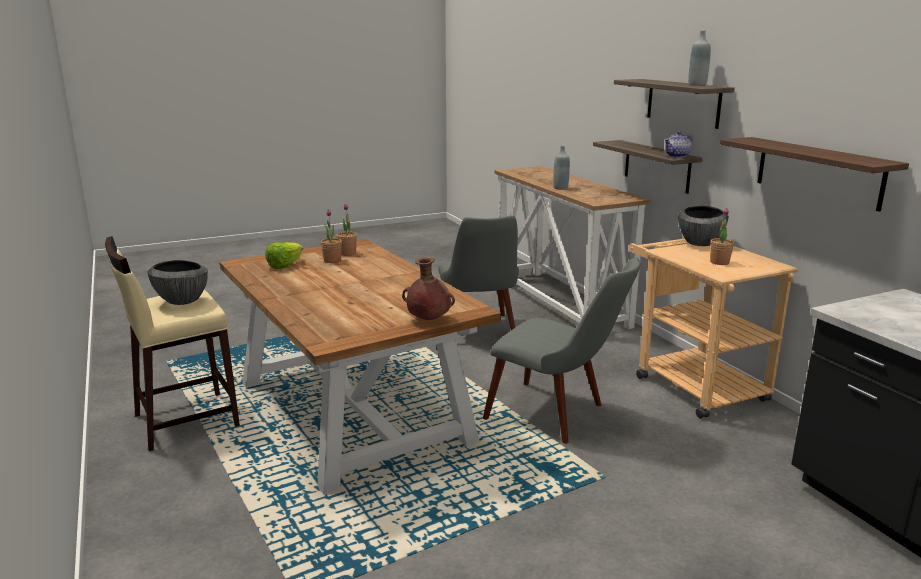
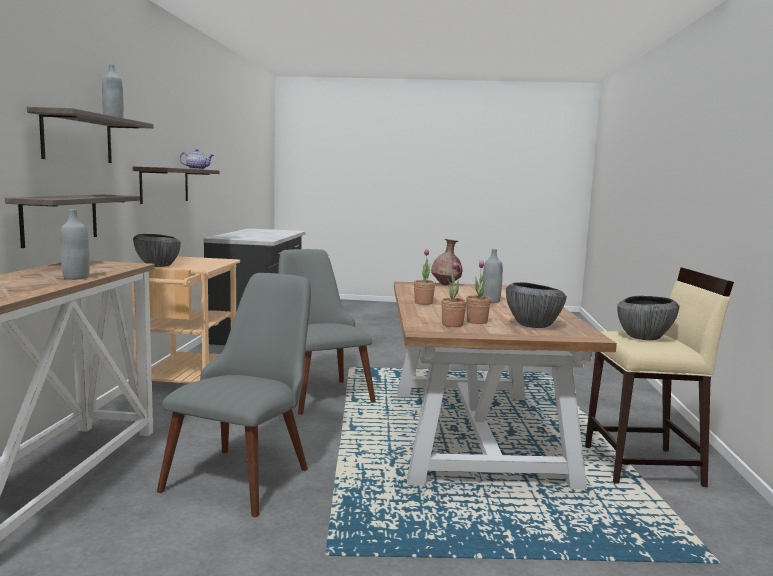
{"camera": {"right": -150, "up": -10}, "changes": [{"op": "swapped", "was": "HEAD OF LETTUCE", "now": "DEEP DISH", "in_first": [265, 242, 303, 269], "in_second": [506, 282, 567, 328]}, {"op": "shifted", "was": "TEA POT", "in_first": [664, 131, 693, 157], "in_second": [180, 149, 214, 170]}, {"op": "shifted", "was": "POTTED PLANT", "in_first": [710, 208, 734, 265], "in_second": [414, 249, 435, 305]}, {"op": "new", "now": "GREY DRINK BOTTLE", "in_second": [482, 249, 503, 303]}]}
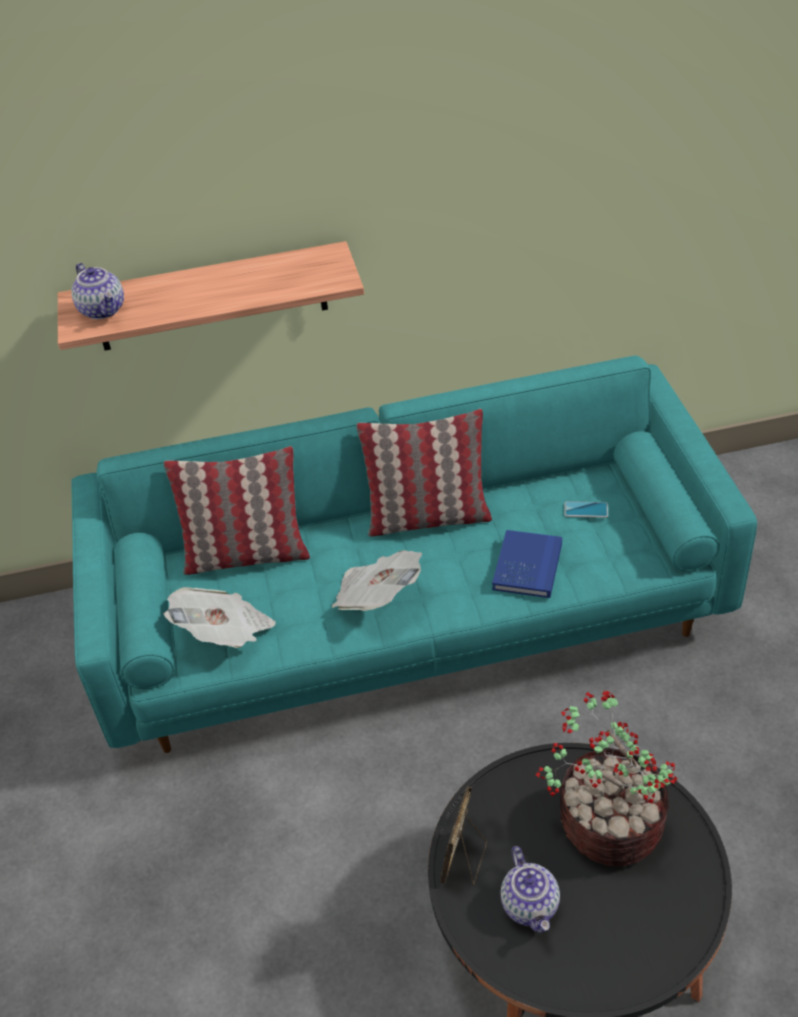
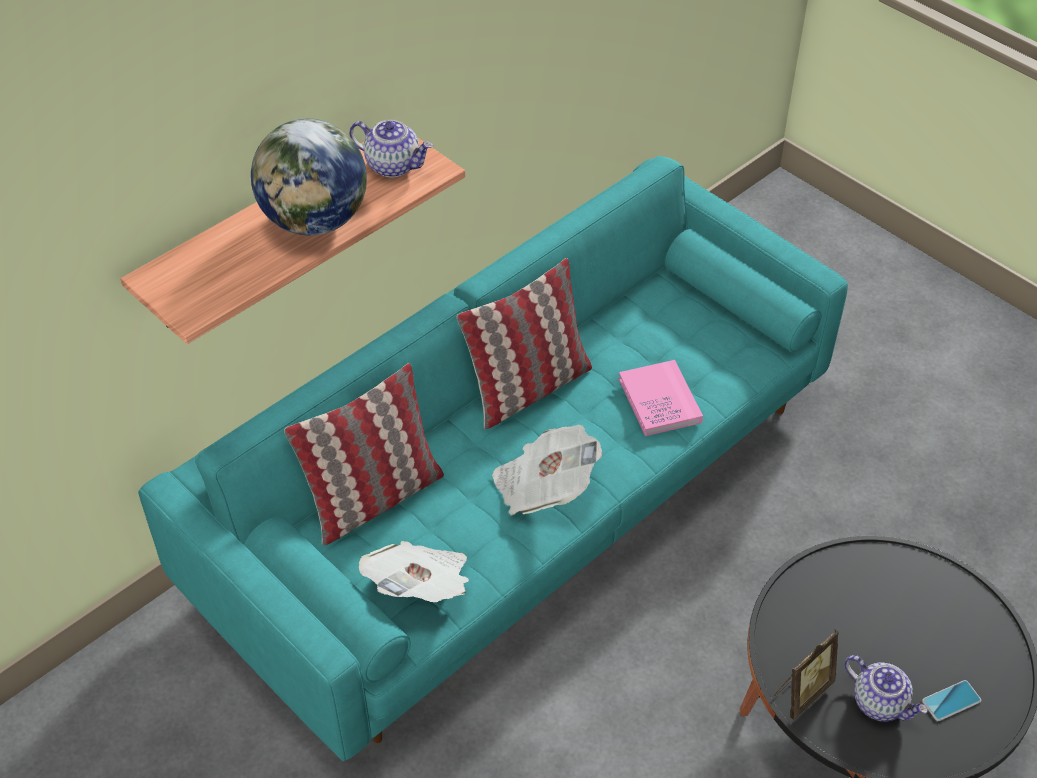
{"camera": {"right": -35, "up": 5}, "changes": [{"op": "shifted", "was": "TEA POT", "in_first": [71, 263, 124, 319], "in_second": [349, 120, 433, 177]}, {"op": "rotated", "was": "STANDING FRAME", "in_first": [440, 787, 487, 885], "in_second": [774, 630, 839, 720], "clockwise": -120}, {"op": "repainted", "was": "BLUE VOLUME", "now": "PINKISH VOLUME", "in_first": [492, 530, 562, 598], "in_second": [619, 360, 703, 436]}, {"op": "gone", "was": "POTTED PLANT", "in_first": [536, 690, 677, 866]}, {"op": "shifted", "was": "PHONE", "in_first": [564, 501, 608, 518], "in_second": [922, 680, 981, 721]}, {"op": "new", "now": "WORLD GLOBE", "in_second": [251, 119, 367, 236]}]}
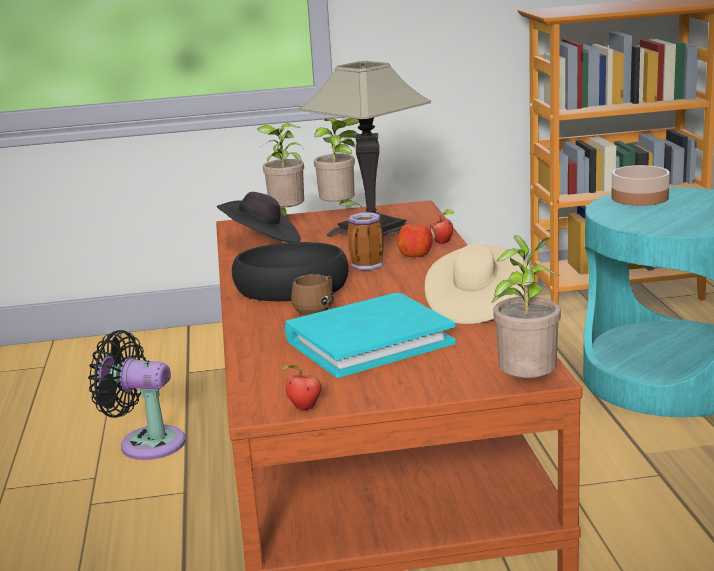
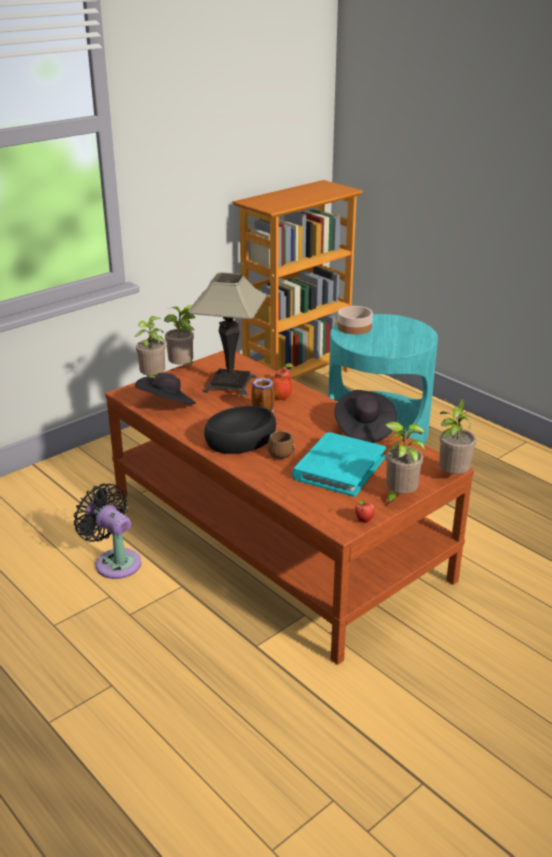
{"camera": {"right": -35, "up": 10}, "changes": [{"op": "rotated", "was": "BLACKISH ELECTRIC FAN", "in_first": [88, 330, 186, 460], "in_second": [74, 484, 141, 579], "clockwise": 60}, {"op": "repainted", "was": "BEIGE-COLOURED WEARABLE HAT", "now": "BLACKISH WEARABLE HAT", "in_first": [425, 244, 530, 324], "in_second": [335, 390, 397, 443]}, {"op": "new", "now": "POTTED PLANT", "in_second": [385, 422, 425, 505]}]}
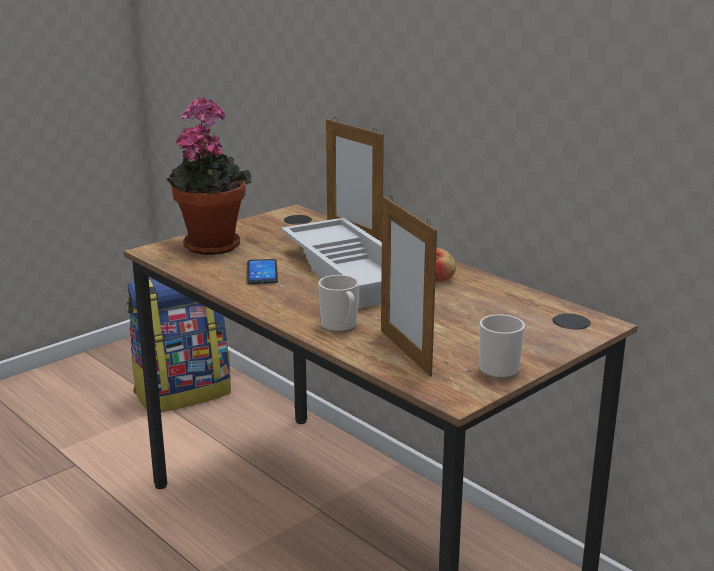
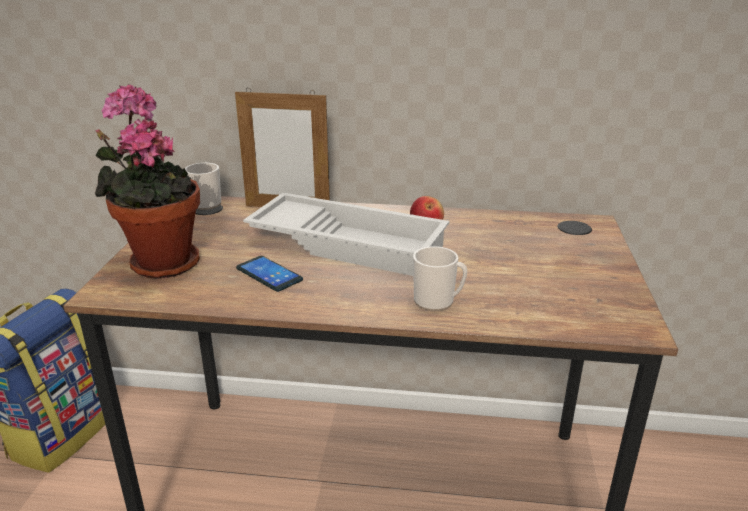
{"camera": {"right": -40, "up": 5}, "changes": [{"op": "gone", "was": "STANDING FRAME", "in_first": [381, 196, 437, 377]}, {"op": "shifted", "was": "MUG", "in_first": [479, 314, 525, 379], "in_second": [185, 163, 221, 210]}]}
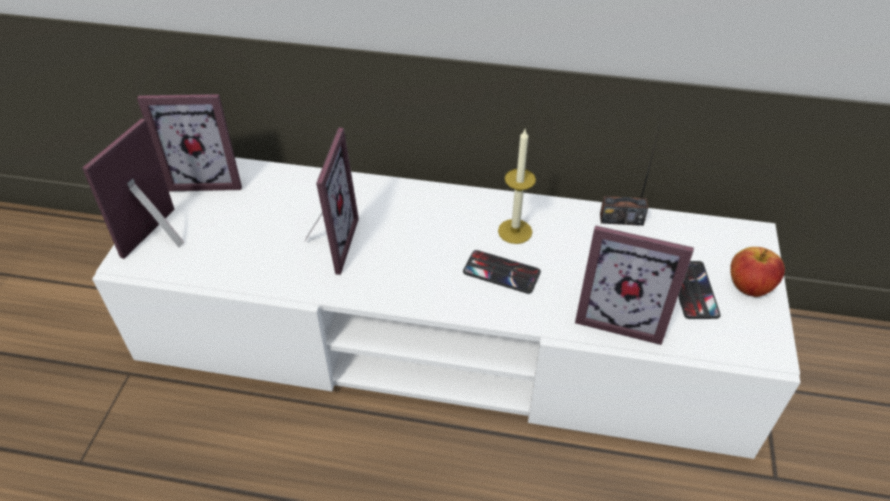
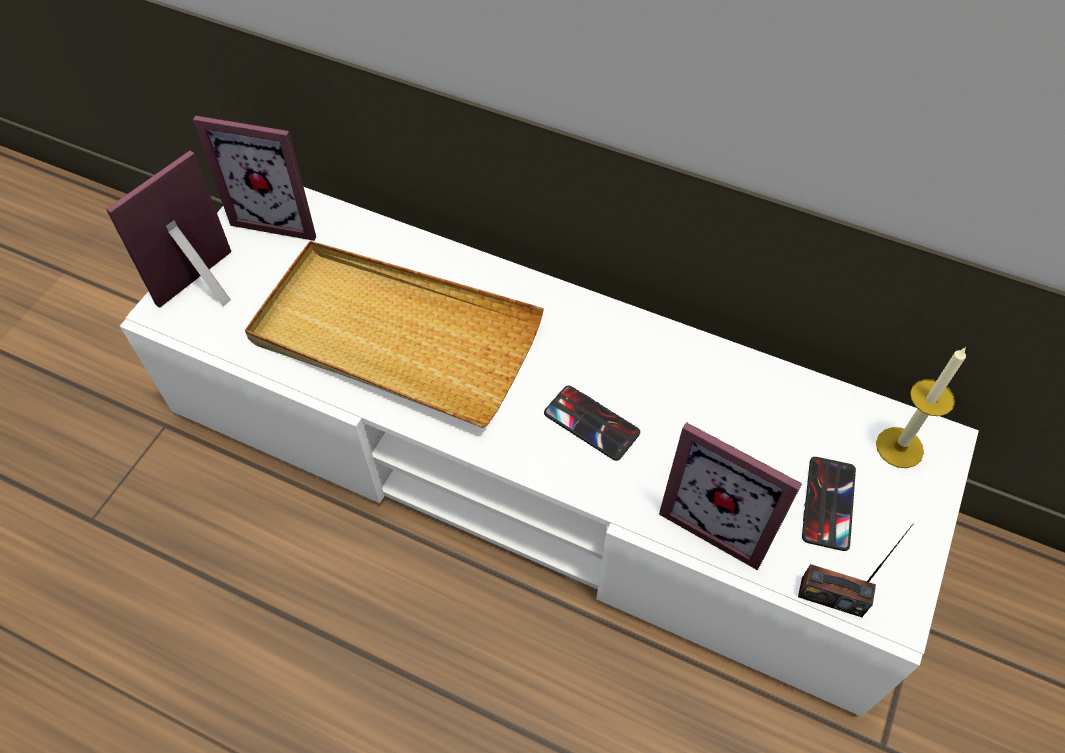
{"camera": {"right": 15, "up": 10}, "changes": [{"op": "swapped", "was": "STANDING FRAME", "now": "BEIGE-COLOURED TRAY", "in_first": [305, 127, 359, 275], "in_second": [245, 241, 544, 428]}, {"op": "shifted", "was": "WAX LIGHT", "in_first": [498, 129, 536, 244], "in_second": [876, 347, 966, 468]}, {"op": "shifted", "was": "RADIO", "in_first": [600, 126, 660, 226], "in_second": [798, 523, 914, 617]}, {"op": "gone", "was": "APPLE FRUIT", "in_first": [730, 247, 785, 297]}]}
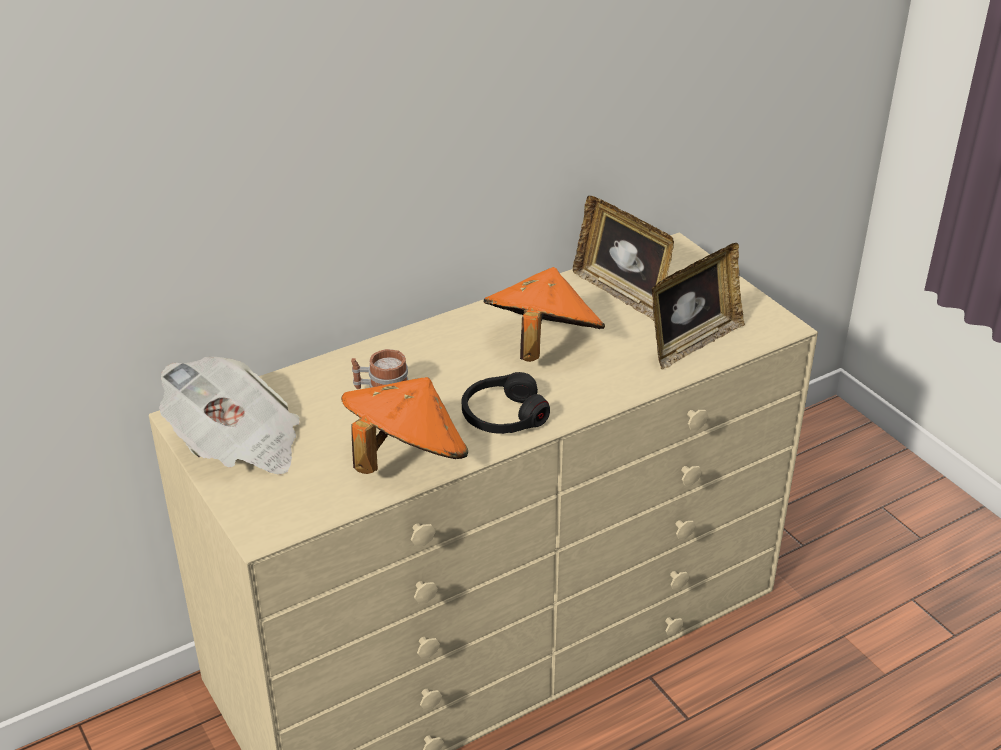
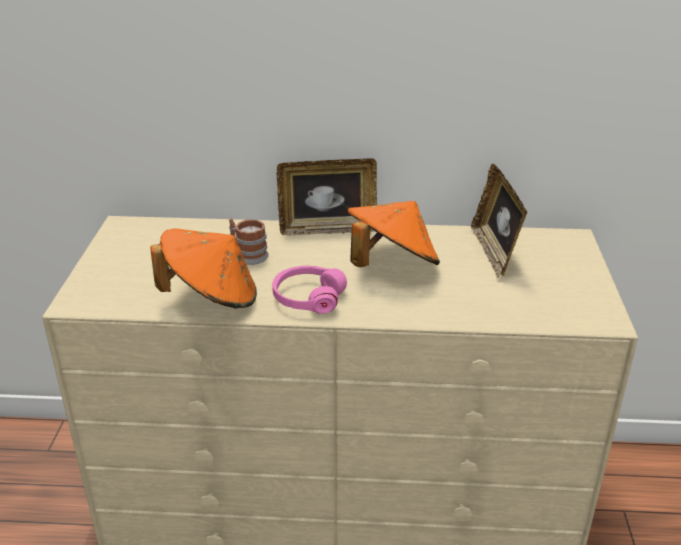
{"camera": {"right": 35, "up": -5}, "changes": [{"op": "gone", "was": "PRINTED PAPER", "in_first": [159, 357, 300, 474]}, {"op": "repainted", "was": "BLACKISH HEADPHONES", "now": "PINKISH HEADPHONES", "in_first": [462, 372, 550, 434], "in_second": [272, 266, 347, 314]}, {"op": "shifted", "was": "STANDING FRAME", "in_first": [652, 243, 745, 370], "in_second": [276, 158, 377, 236]}]}
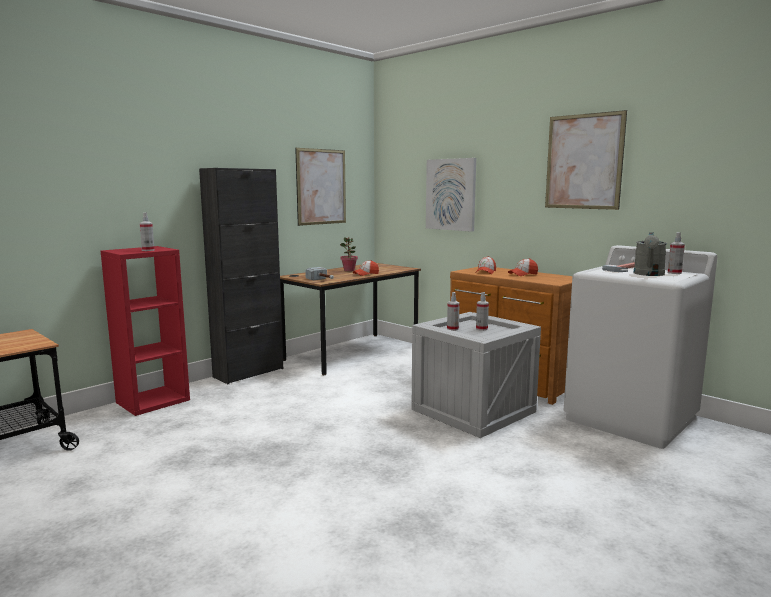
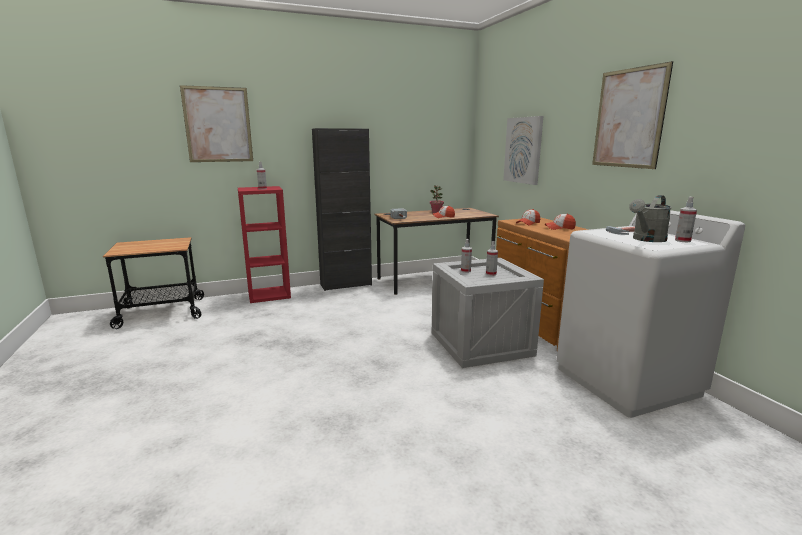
{"camera": {"right": 25, "up": 5}, "changes": [{"op": "shifted", "was": "WALL PICTURE", "in_first": [295, 148, 346, 226], "in_second": [180, 85, 253, 162]}]}
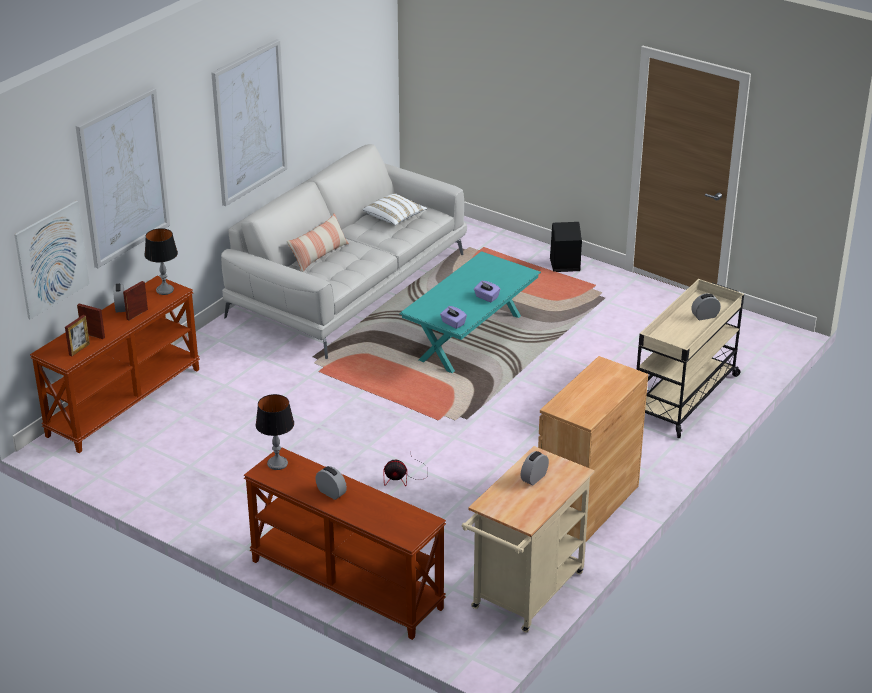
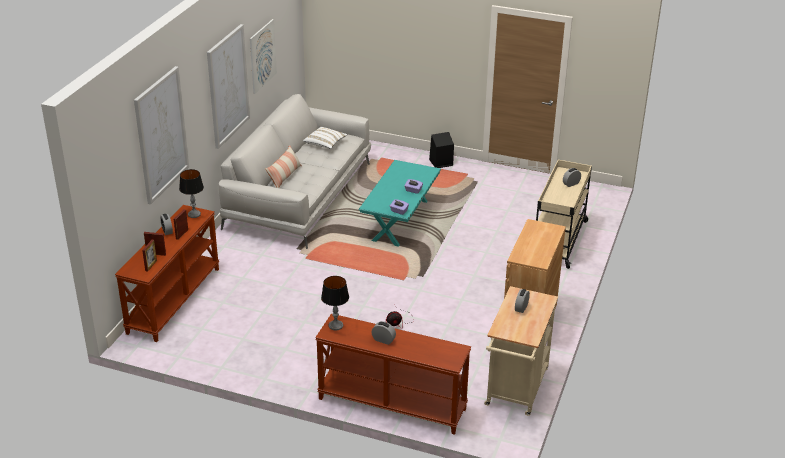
{"camera": {"right": -15, "up": 0}, "changes": [{"op": "shifted", "was": "WALL PICTURE", "in_first": [14, 200, 90, 319], "in_second": [250, 19, 277, 94]}]}
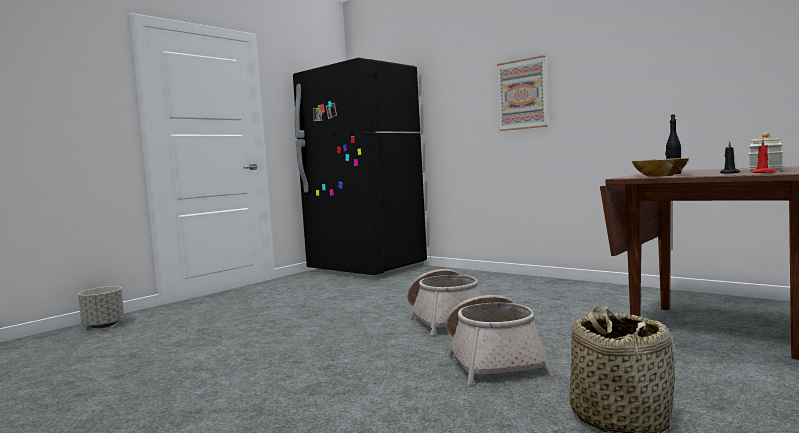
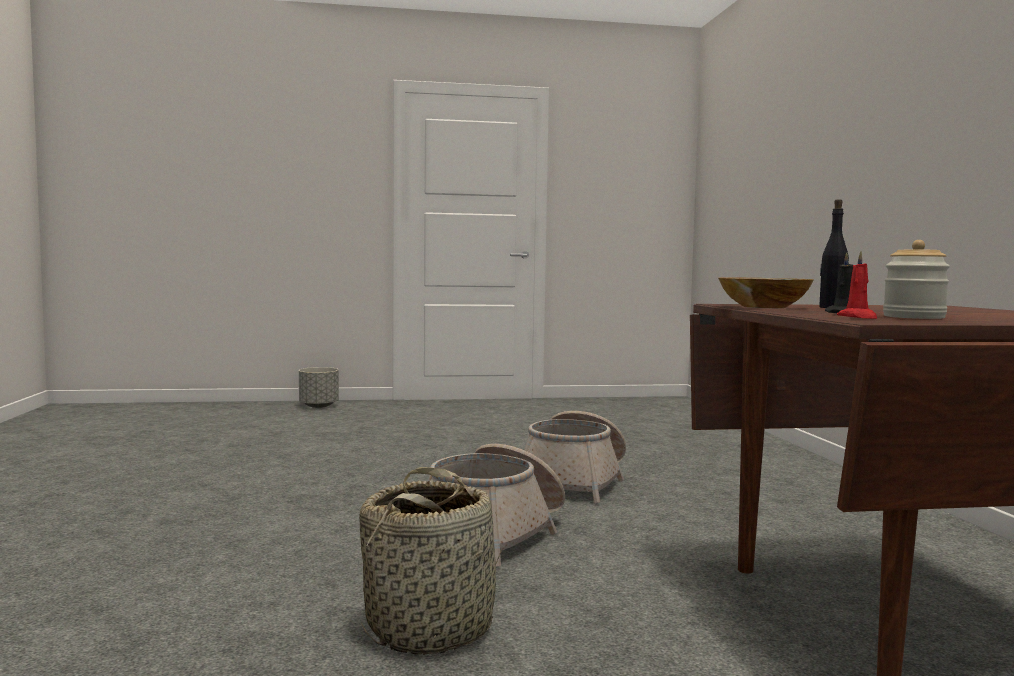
{"camera": {"right": 40, "up": 0}, "changes": [{"op": "gone", "was": "BLACKISH KITCHEN FRIDGE", "in_first": [293, 58, 427, 276]}, {"op": "gone", "was": "WALL PICTURE", "in_first": [497, 55, 547, 131]}]}
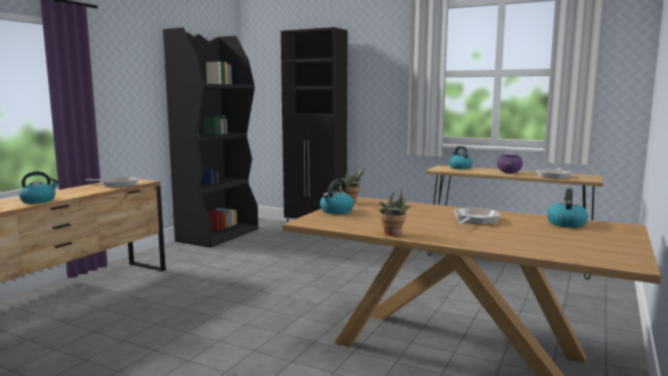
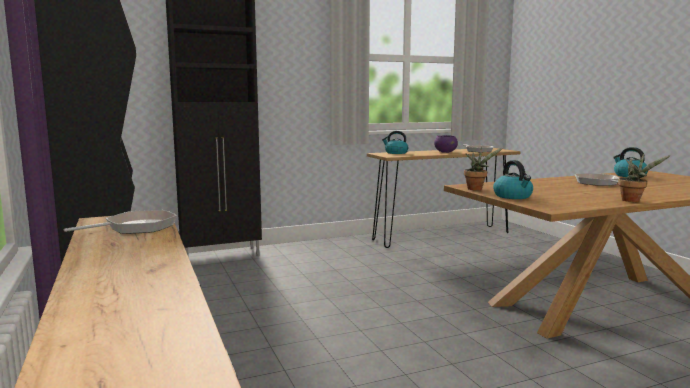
{"camera": {"right": -50, "up": 0}, "changes": [{"op": "gone", "was": "TEA KETTLE", "in_first": [19, 171, 59, 204]}]}
